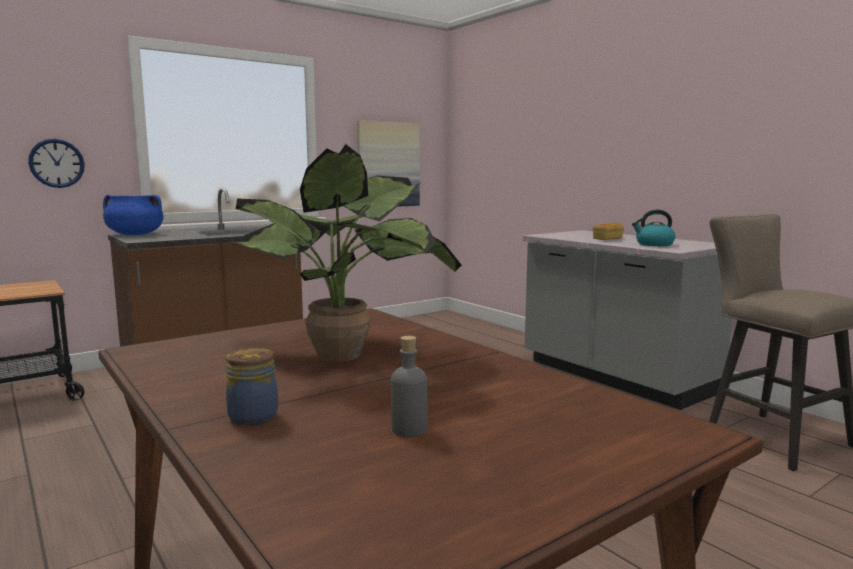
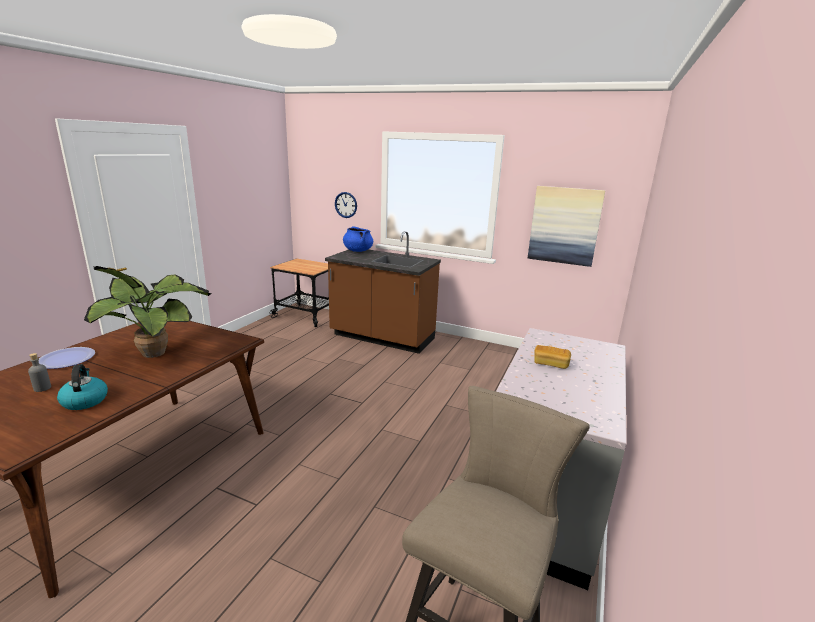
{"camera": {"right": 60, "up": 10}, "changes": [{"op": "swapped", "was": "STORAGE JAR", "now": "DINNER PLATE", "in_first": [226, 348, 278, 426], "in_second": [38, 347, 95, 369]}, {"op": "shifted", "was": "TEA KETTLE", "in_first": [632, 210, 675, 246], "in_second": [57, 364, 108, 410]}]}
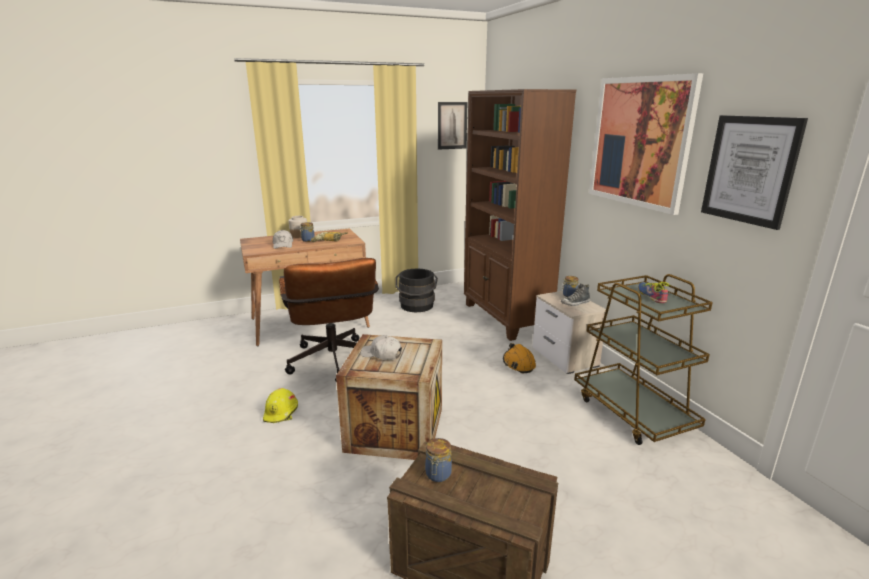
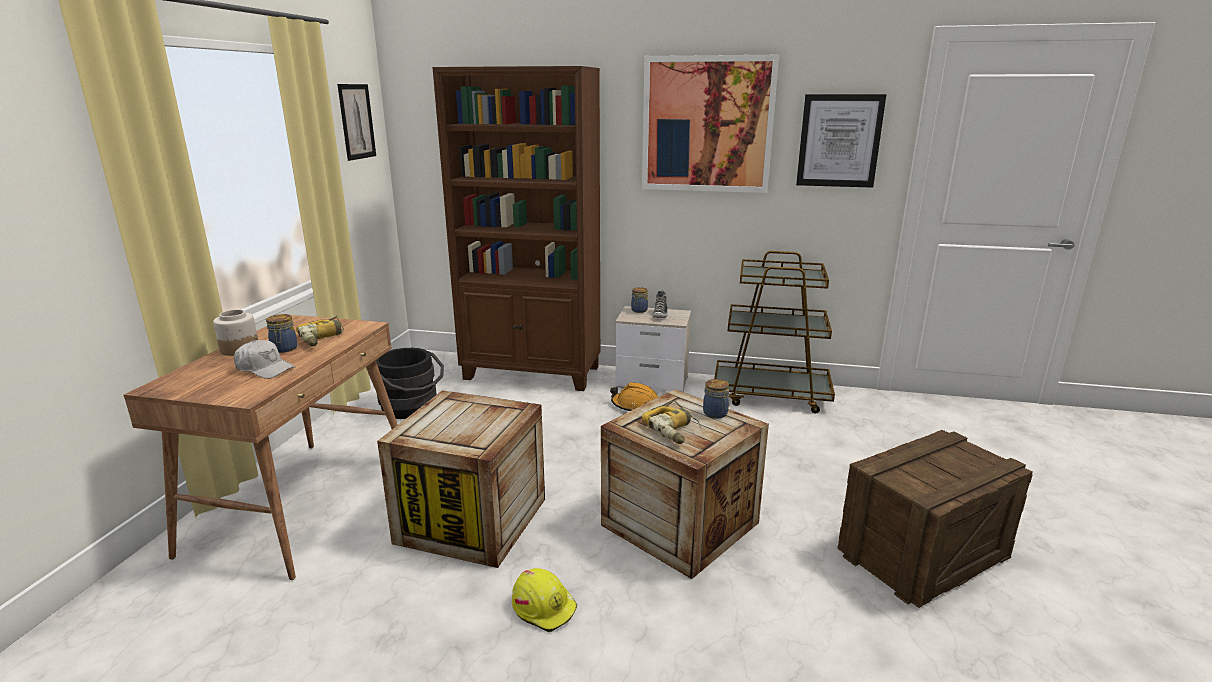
{"camera": {"right": -55, "up": 0}, "changes": [{"op": "swapped", "was": "BROWN COMPUTER CHAIR", "now": "SHIPPING CRATE", "in_first": [279, 258, 379, 382], "in_second": [377, 390, 545, 568]}, {"op": "swapped", "was": "WHITISH CAP", "now": "DRILL", "in_first": [360, 335, 402, 360], "in_second": [642, 400, 702, 444]}, {"op": "shifted", "was": "STORAGE JAR", "in_first": [425, 438, 452, 482], "in_second": [703, 379, 730, 419]}, {"op": "gone", "was": "SHOE", "in_first": [638, 282, 670, 303]}]}
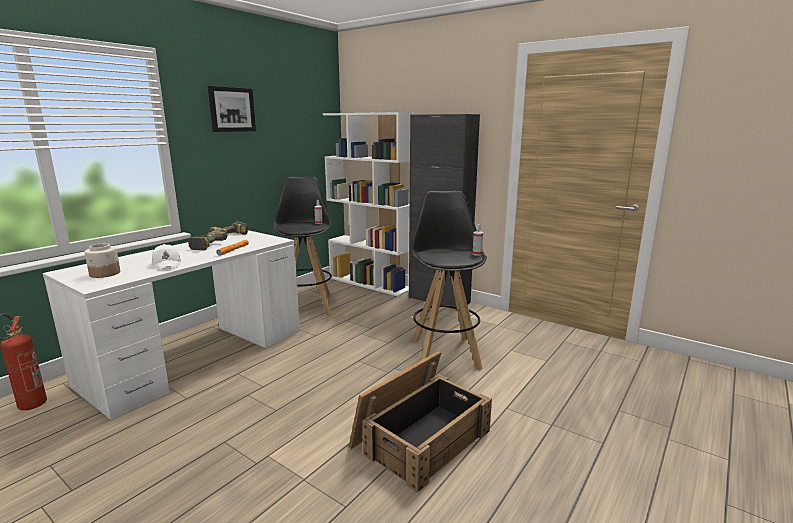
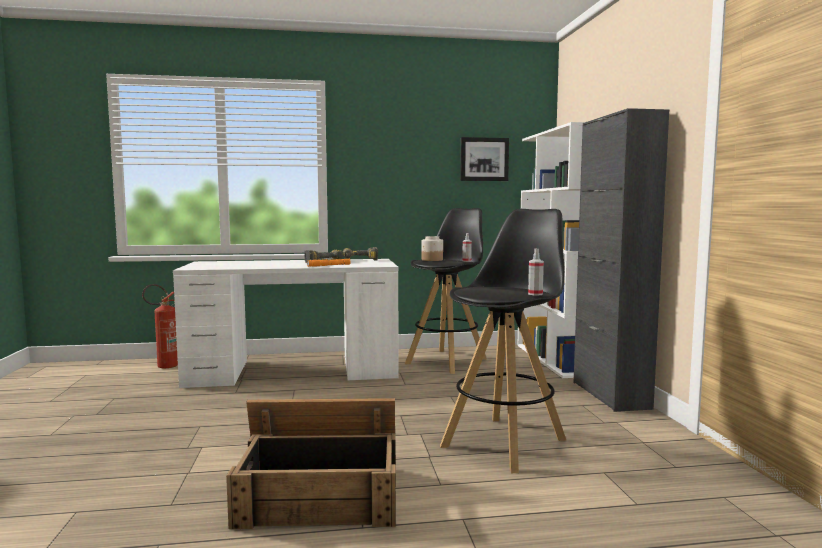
{"camera": {"right": 45, "up": -10}, "changes": [{"op": "shifted", "was": "STORAGE JAR", "in_first": [85, 243, 120, 278], "in_second": [422, 236, 443, 261]}, {"op": "gone", "was": "WHITISH CAP", "in_first": [152, 244, 181, 270]}, {"op": "shifted", "was": "WALL PICTURE", "in_first": [208, 86, 256, 132], "in_second": [460, 137, 509, 181]}]}
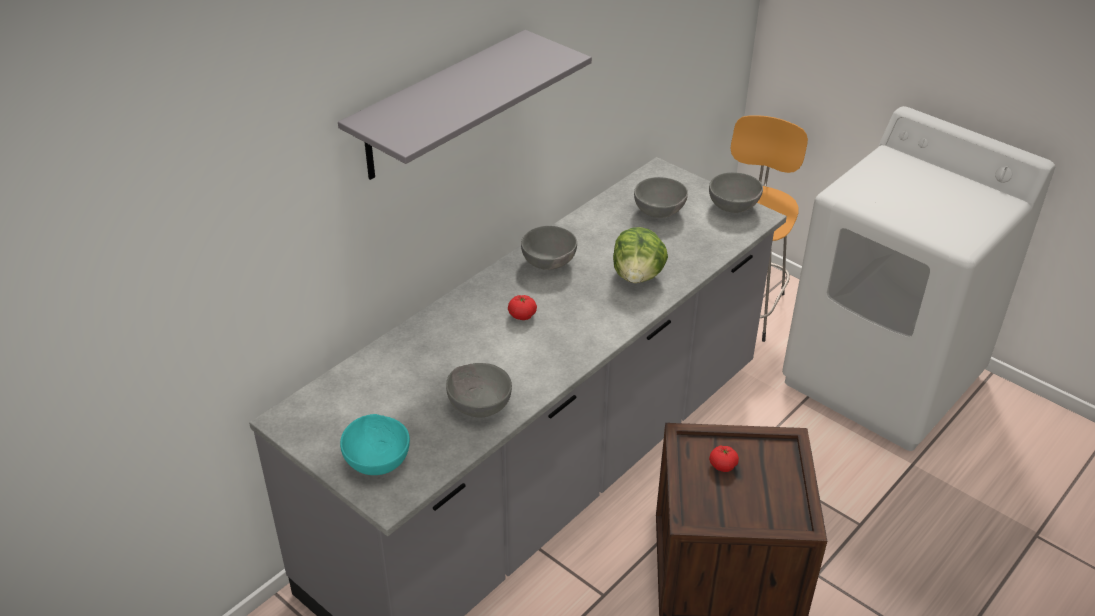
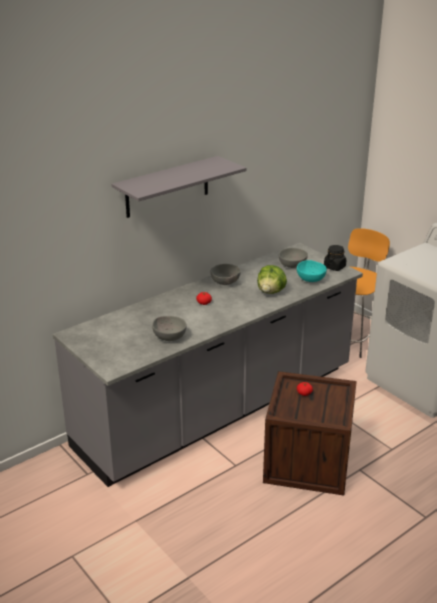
{"camera": {"right": 10, "up": -10}, "changes": [{"op": "shifted", "was": "TURQUOISE-COLOURED DEEP DISH", "in_first": [340, 414, 410, 475], "in_second": [297, 260, 327, 282]}, {"op": "swapped", "was": "GREY DEEP DISH", "now": "BLACKISH STORAGE JAR", "in_first": [709, 172, 763, 213], "in_second": [324, 245, 346, 271]}]}
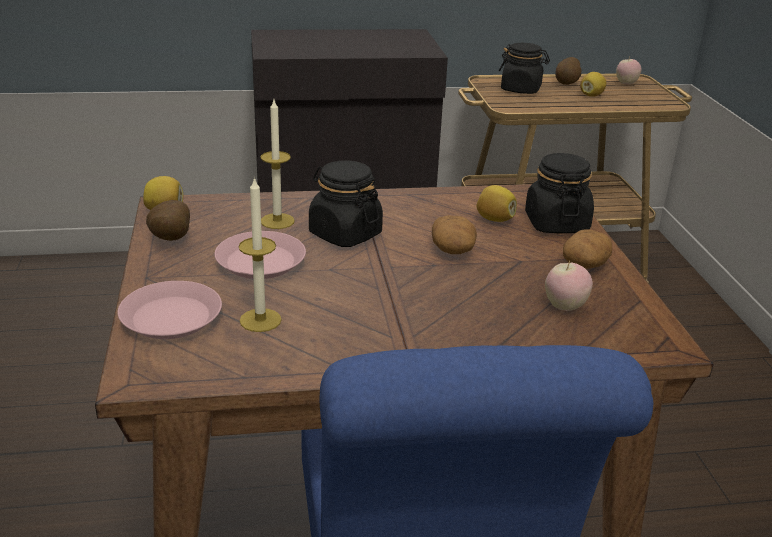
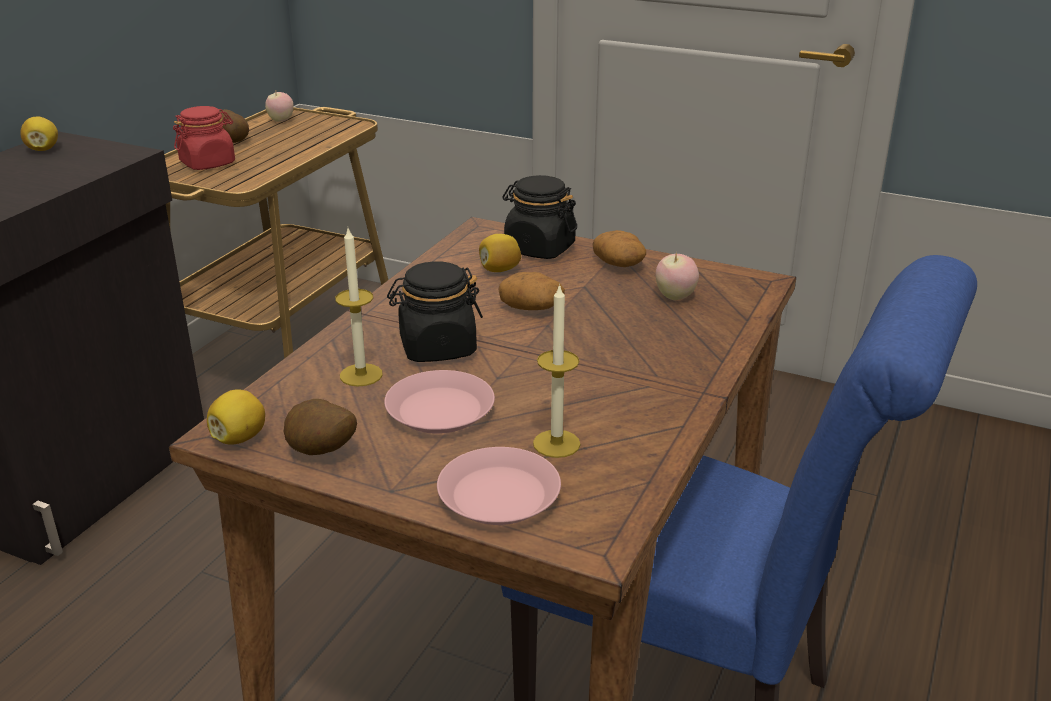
{"camera": {"right": -55, "up": 0}, "changes": [{"op": "repainted", "was": "BLACKISH STORAGE JAR", "now": "RED STORAGE JAR", "in_first": [499, 43, 550, 94], "in_second": [173, 106, 235, 170]}, {"op": "shifted", "was": "LEMON", "in_first": [580, 72, 606, 97], "in_second": [20, 116, 58, 151]}]}
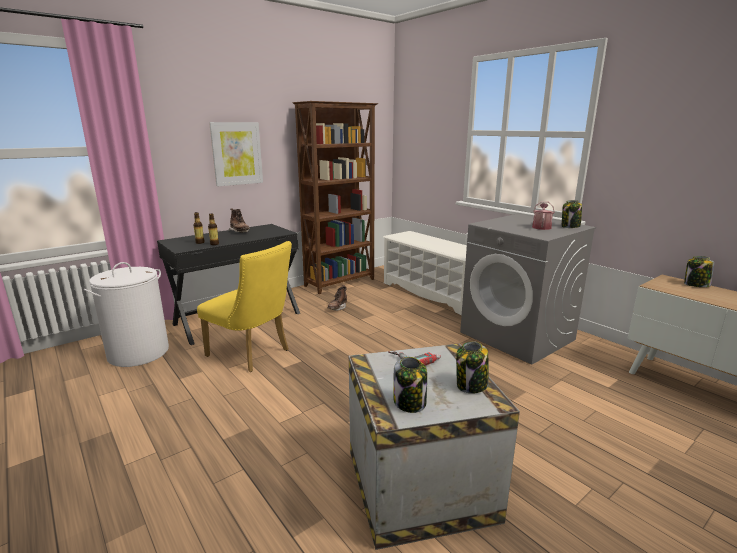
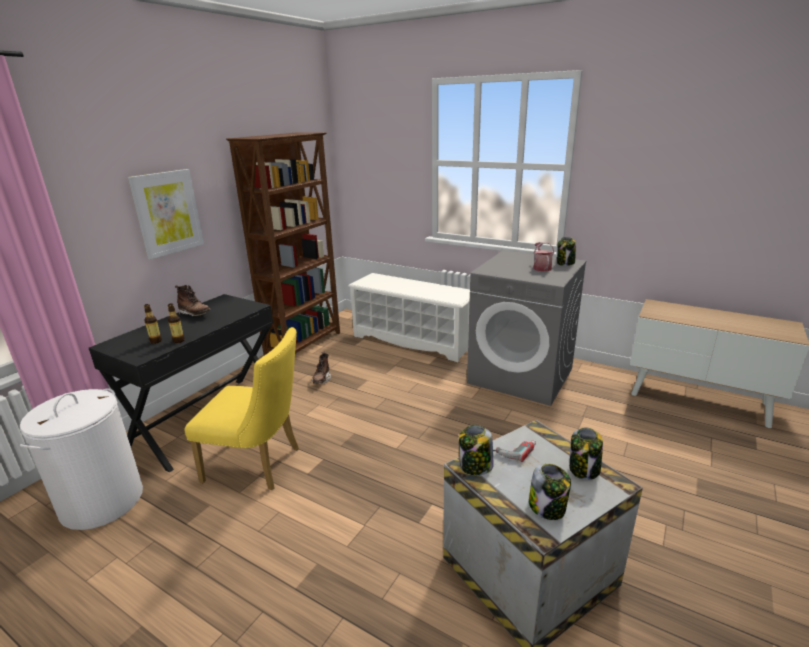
{"camera": {"right": -20, "up": 5}, "changes": [{"op": "shifted", "was": "STORAGE JAR", "in_first": [684, 256, 714, 287], "in_second": [459, 425, 493, 475]}]}
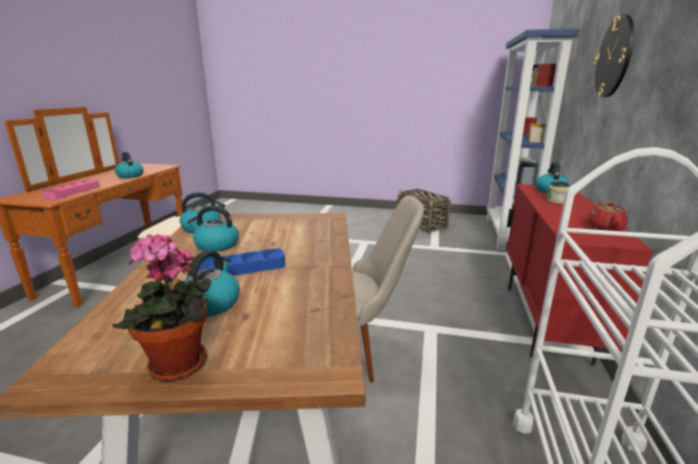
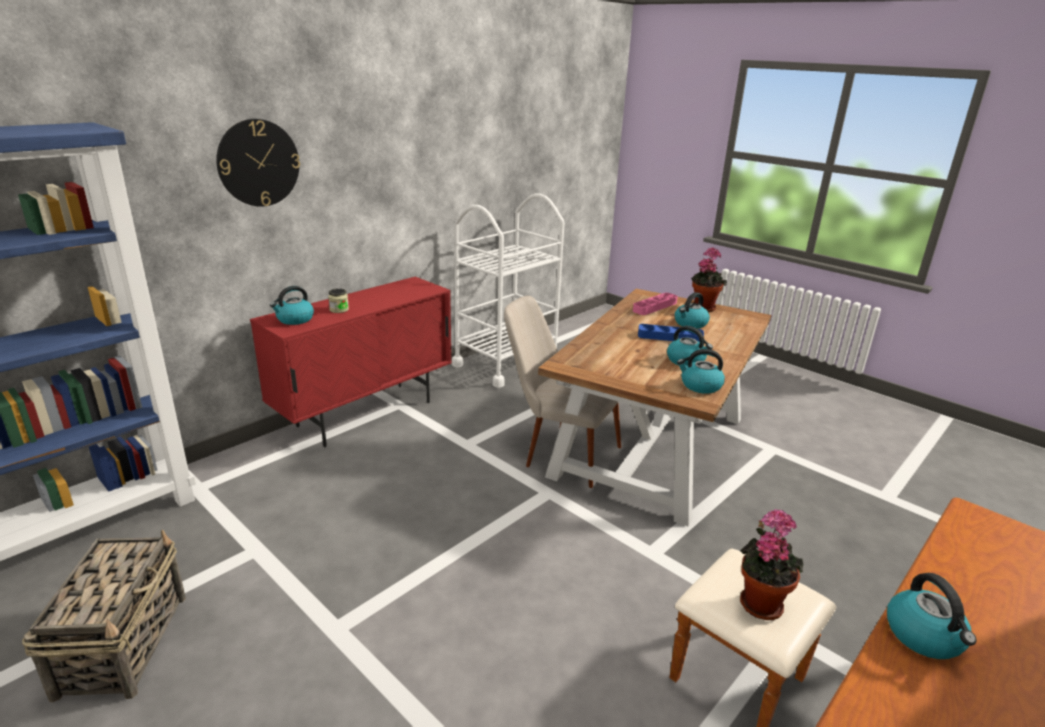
{"camera": {"right": -150, "up": 5}, "changes": [{"op": "shifted", "was": "PINKISH TRAY", "in_first": [42, 180, 100, 200], "in_second": [633, 293, 678, 315]}, {"op": "gone", "was": "RED TEA POT", "in_first": [587, 200, 628, 231]}, {"op": "new", "now": "POTTED PLANT", "in_second": [740, 509, 803, 620]}]}
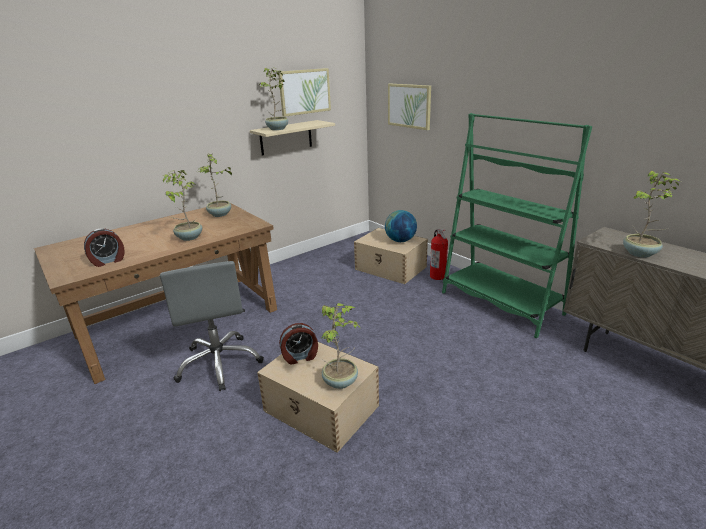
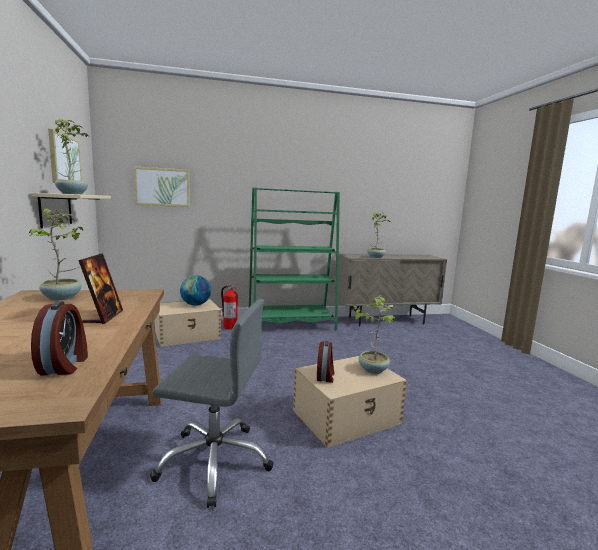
{"camera": {"right": -65, "up": -15}, "changes": [{"op": "swapped", "was": "POTTED PLANT", "now": "STANDING FRAME", "in_first": [163, 170, 202, 241], "in_second": [78, 253, 123, 324]}]}
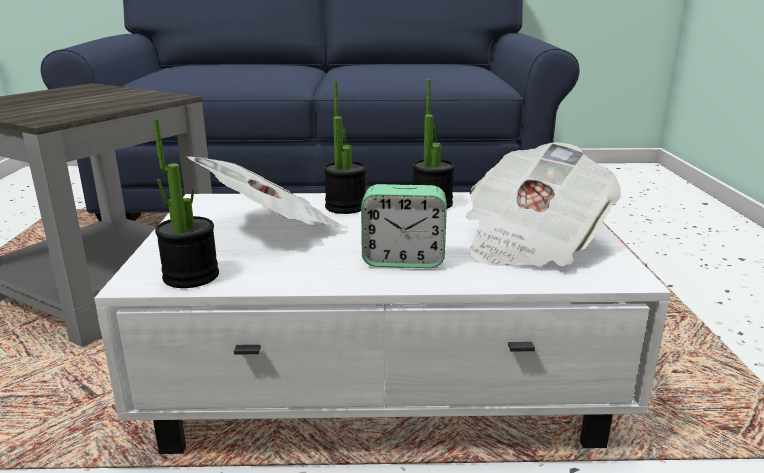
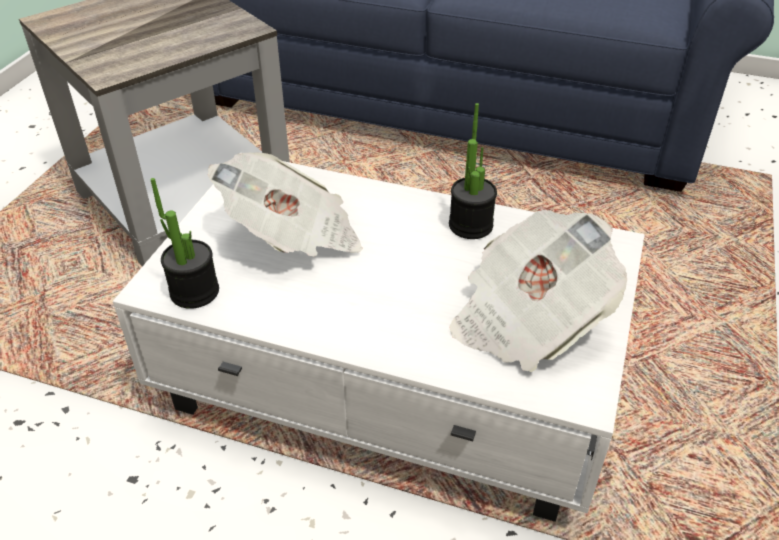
{"camera": {"right": 20, "up": 20}, "changes": [{"op": "gone", "was": "POTTED PLANT", "in_first": [324, 81, 366, 214]}, {"op": "gone", "was": "TABLE CLOCK", "in_first": [361, 184, 447, 268]}]}
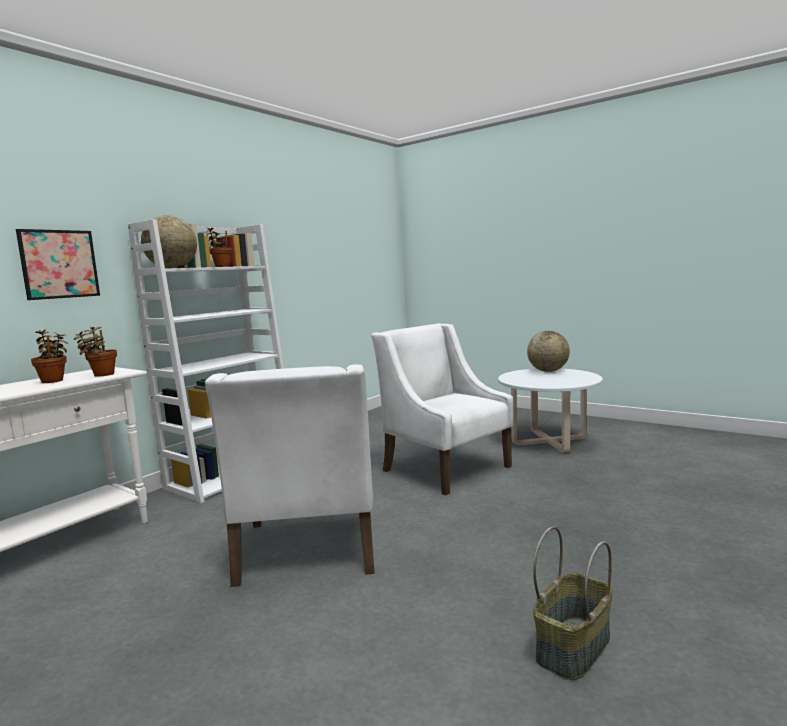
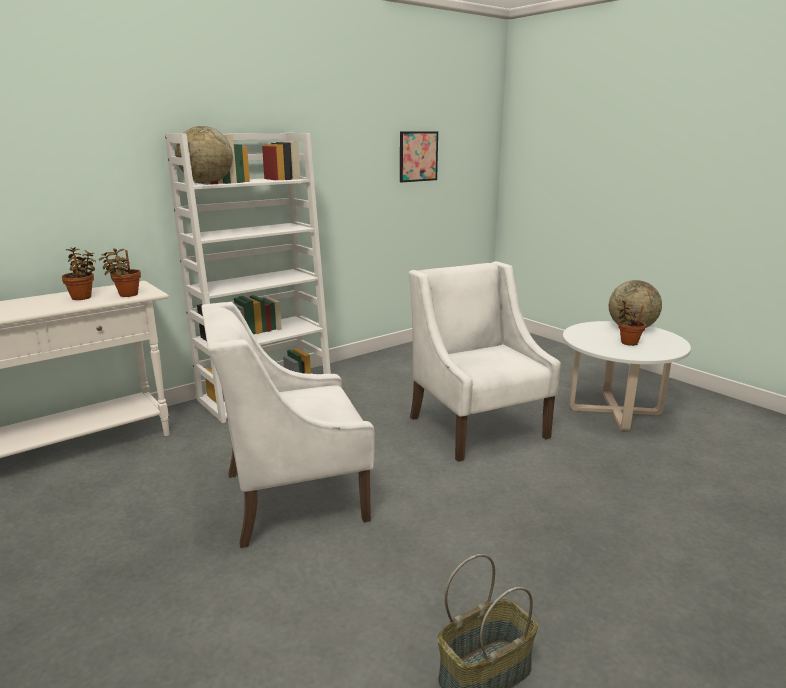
{"camera": {"right": 15, "up": 10}, "changes": [{"op": "shifted", "was": "WALL PICTURE", "in_first": [16, 229, 100, 300], "in_second": [400, 131, 438, 182]}, {"op": "rotated", "was": "WHITISH LOUNGE CHAIR", "in_first": [205, 364, 375, 587], "in_second": [201, 302, 375, 548], "clockwise": 60}, {"op": "shifted", "was": "POTTED PLANT", "in_first": [206, 228, 233, 267], "in_second": [618, 300, 646, 346]}]}
